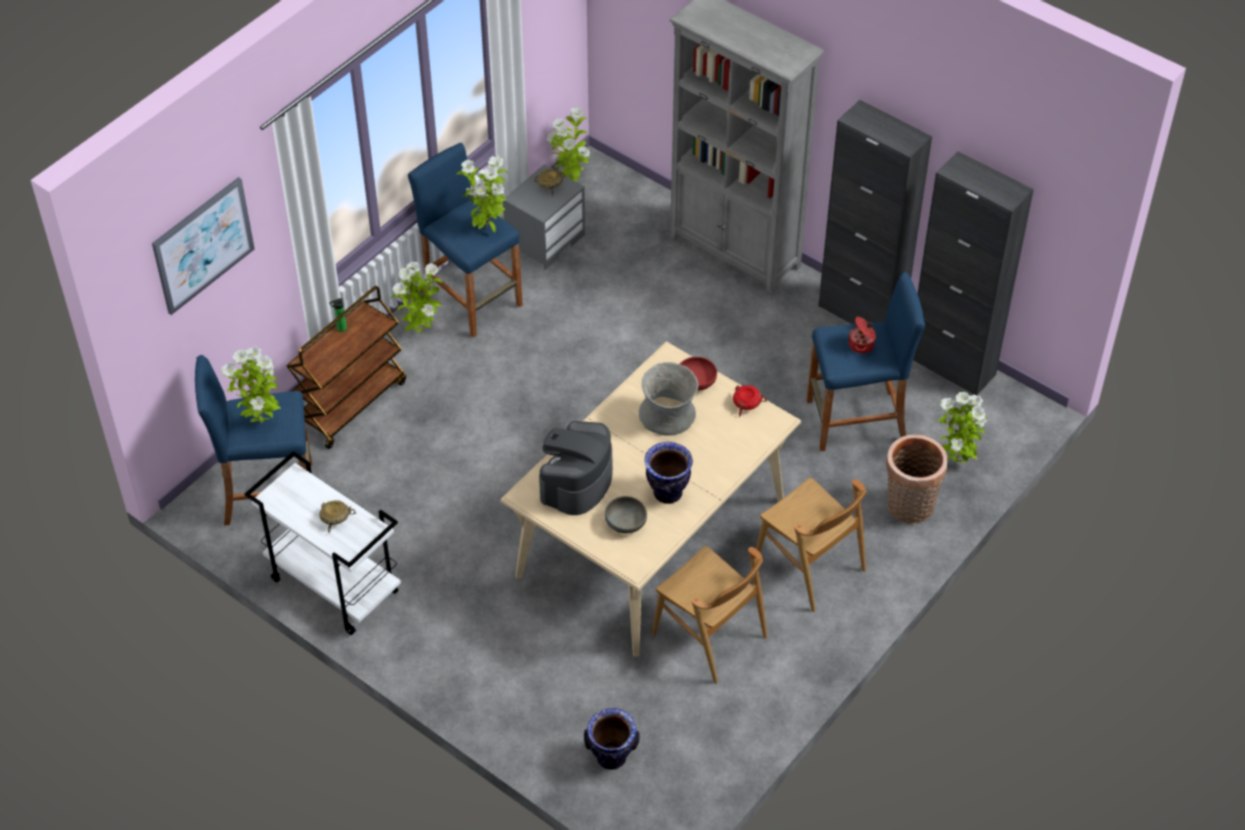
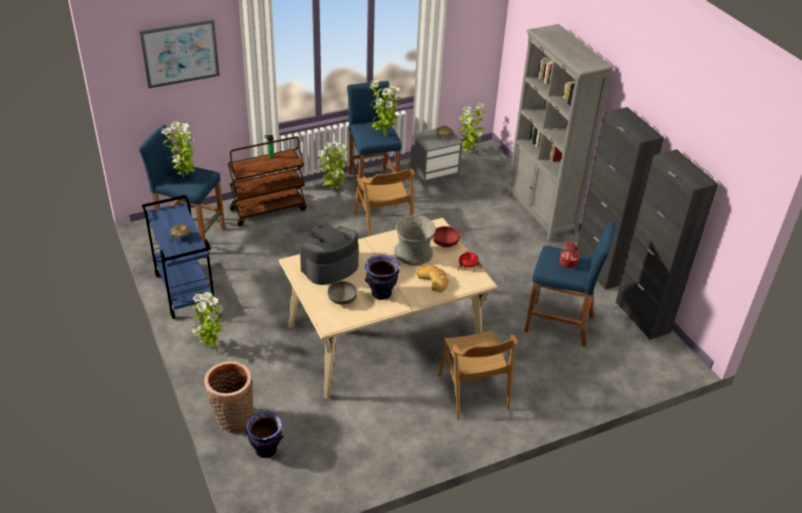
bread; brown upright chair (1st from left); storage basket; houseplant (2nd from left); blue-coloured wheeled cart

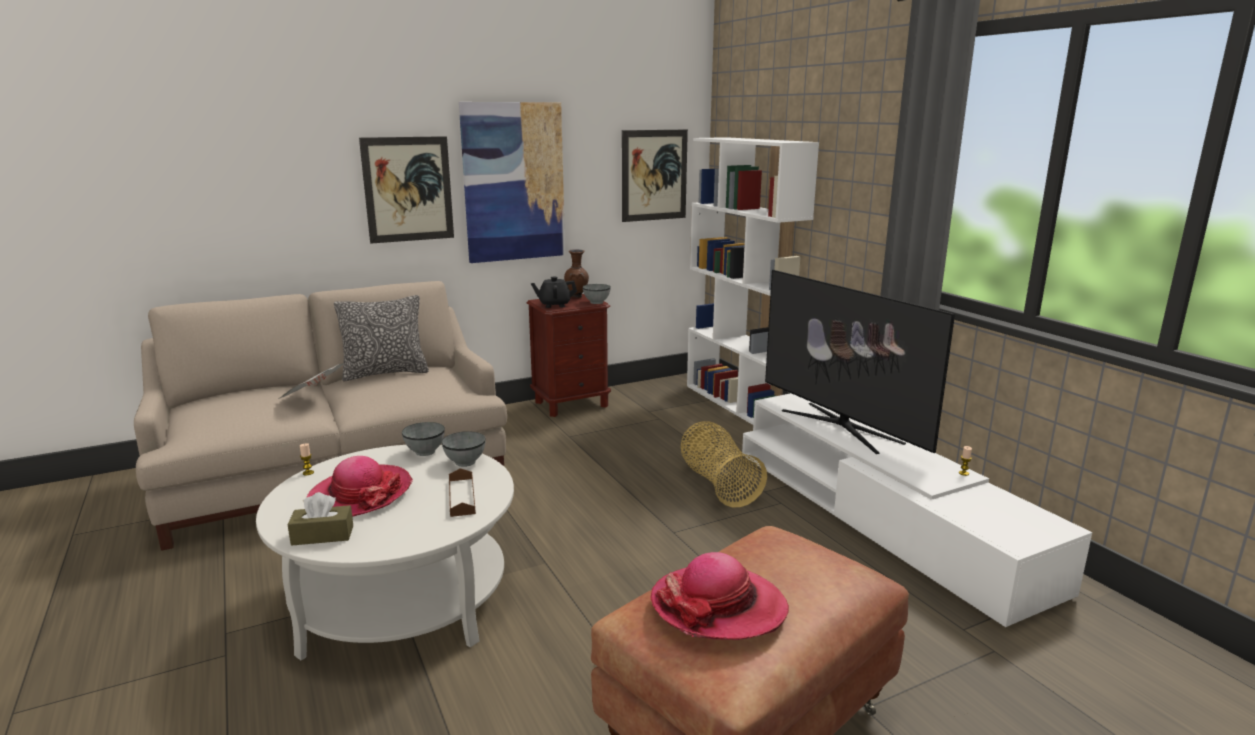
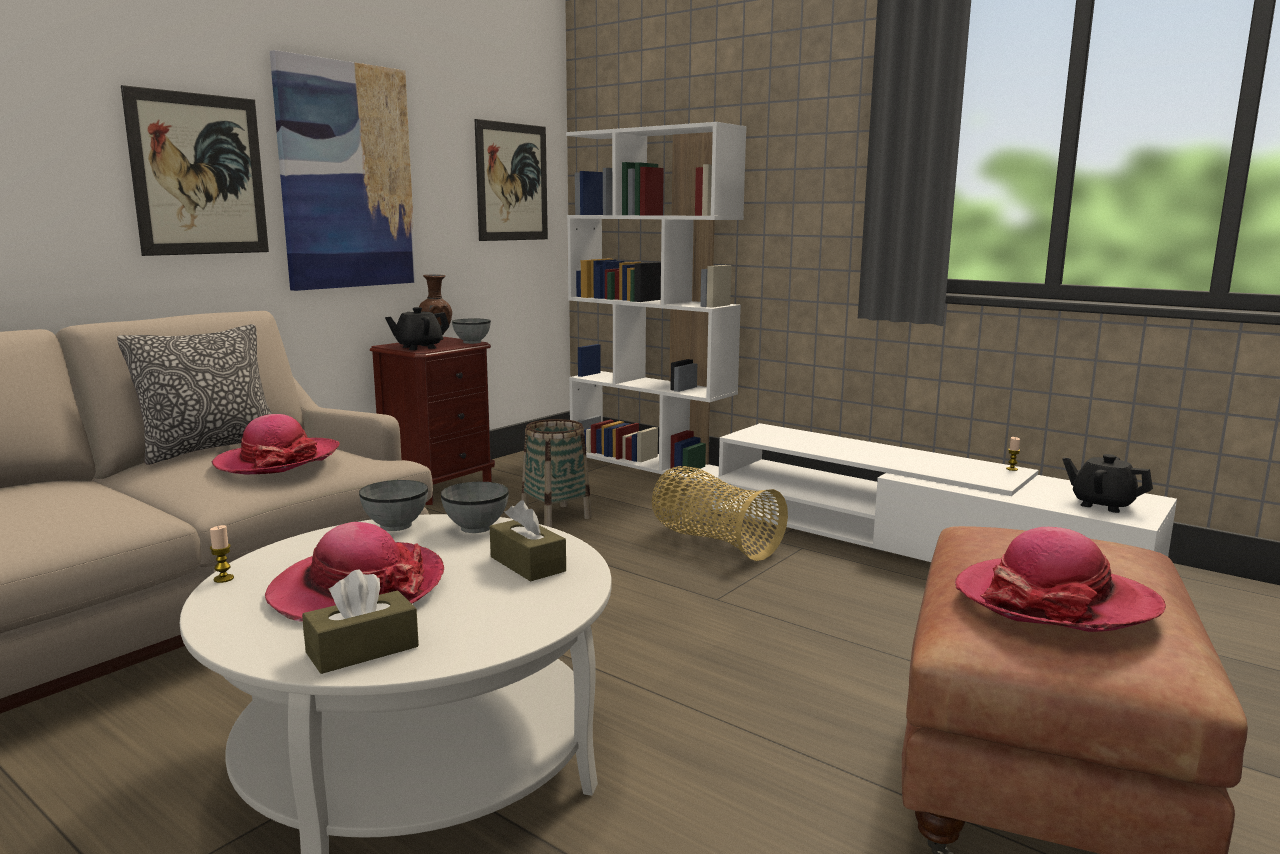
printed paper; TV; wearable hat (1st from left); storage basket (1st from left); blackish teapot (2nd from left); brown box of tissues (2nd from left)

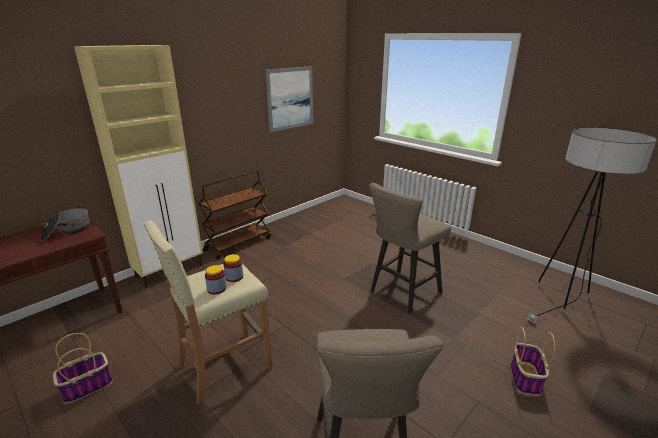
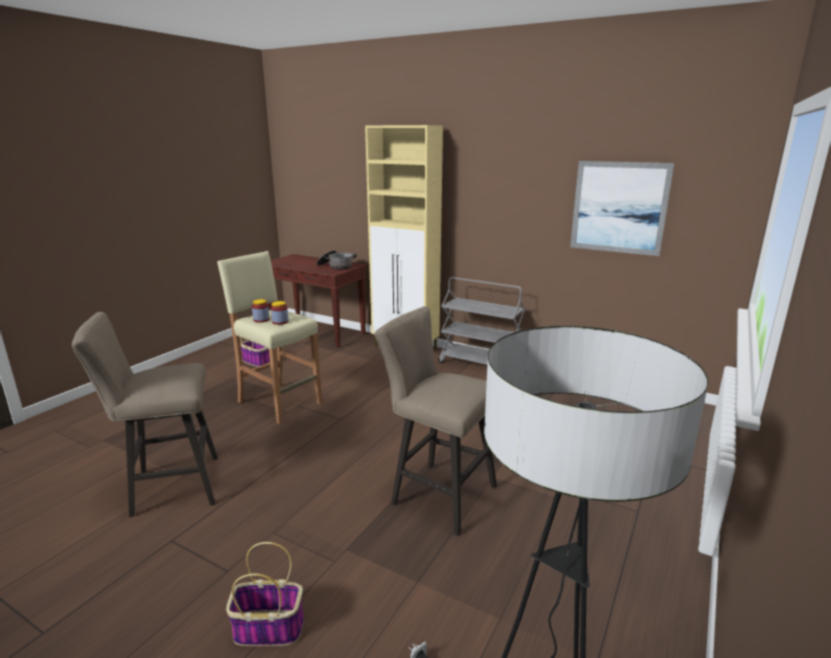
grey wheeled cart

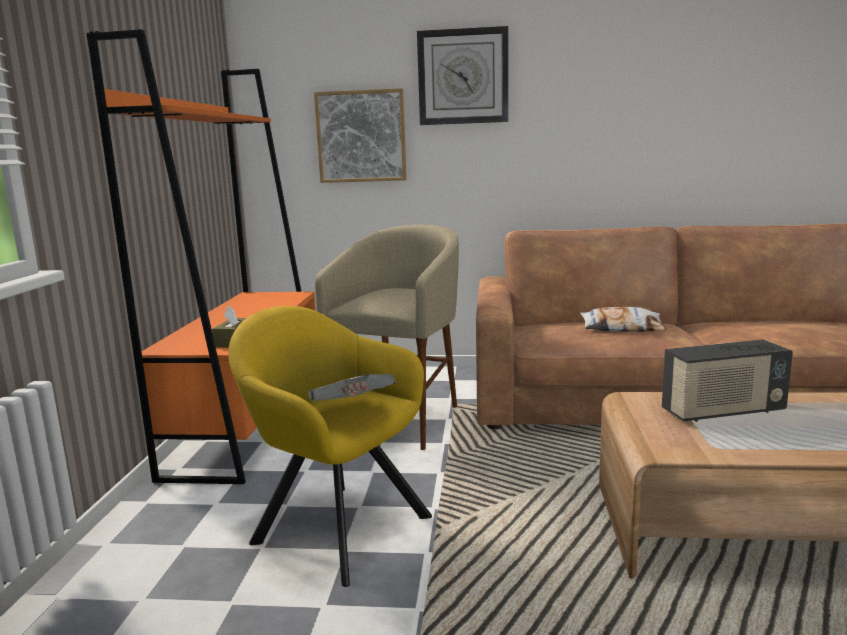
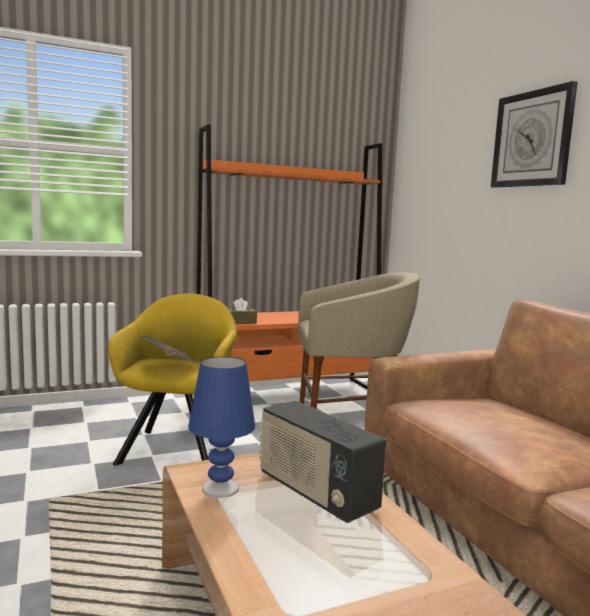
wall art; cushion; blue-coloured table lamp

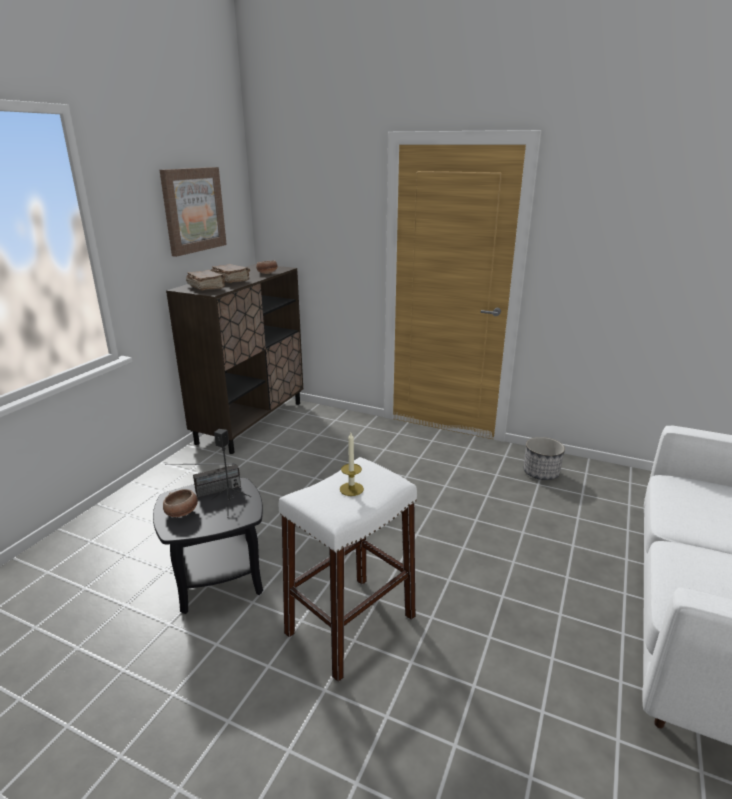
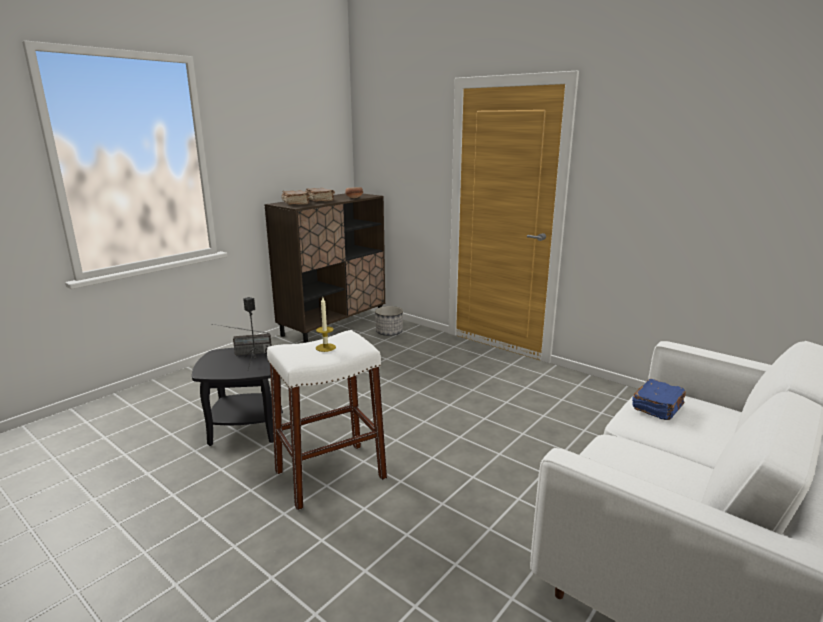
wall art; serving bowl (1st from left in the first image); blue-coloured volume; plant pot

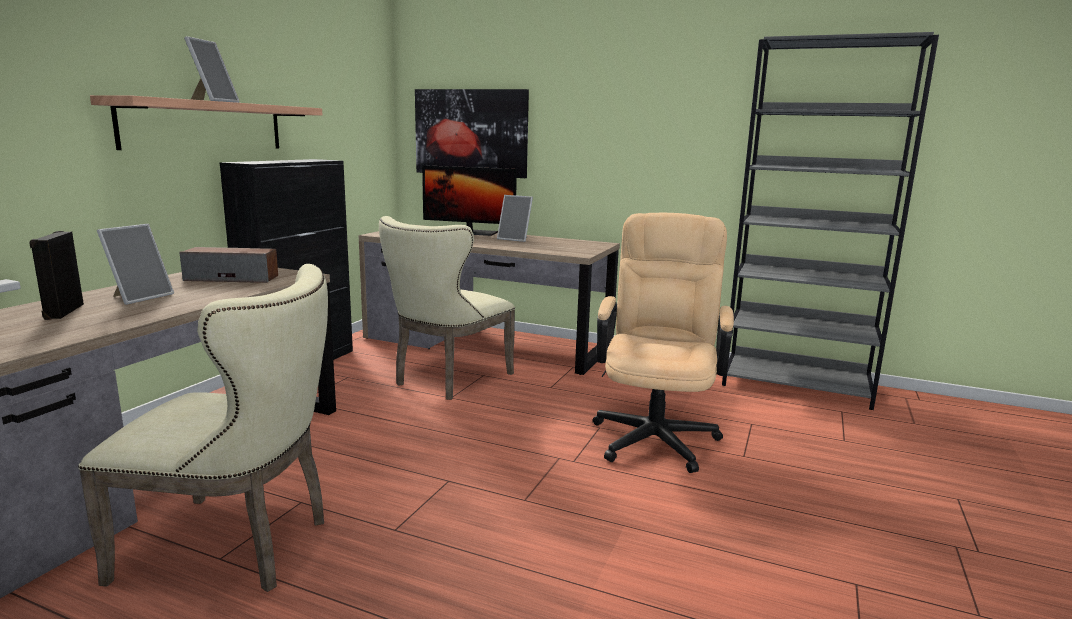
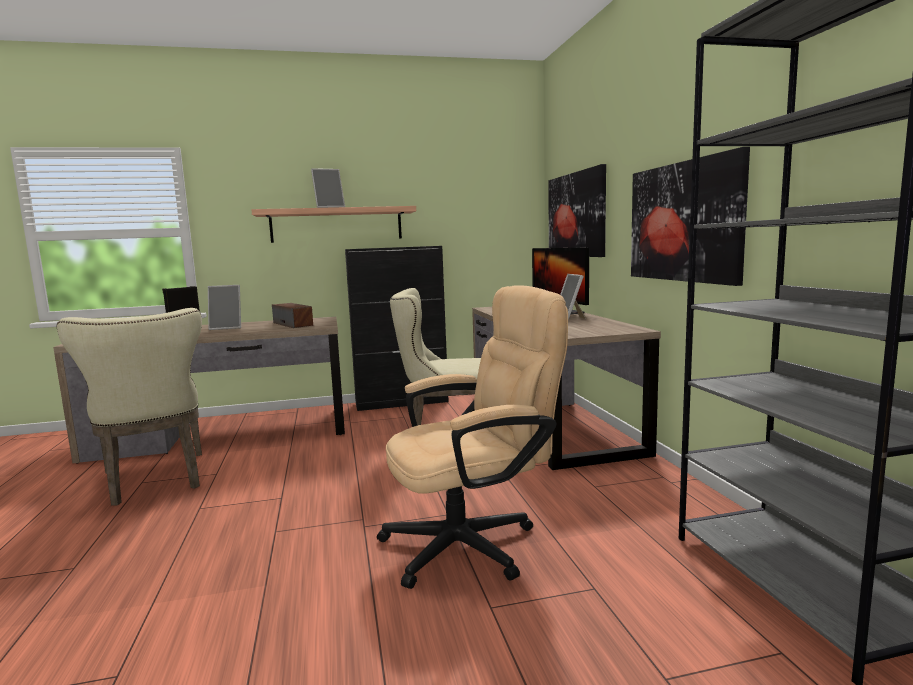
wall art (2nd from left)

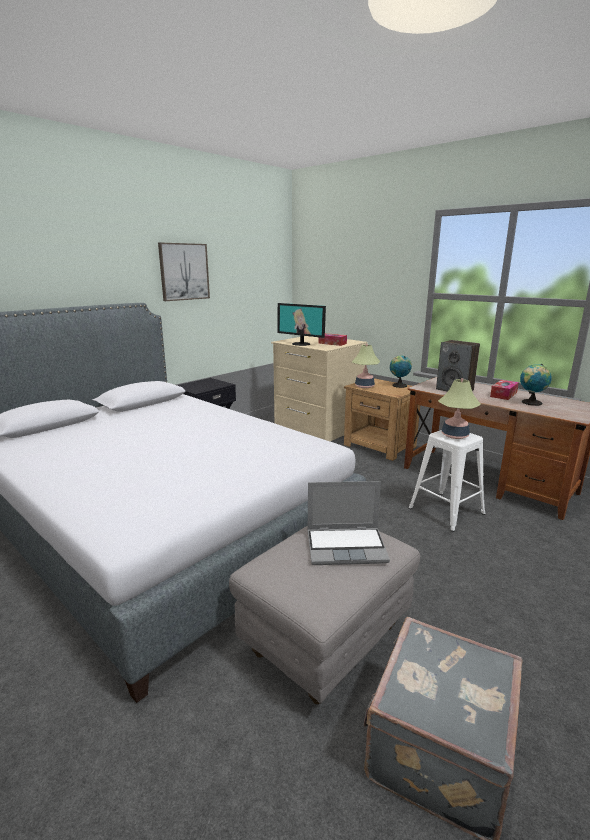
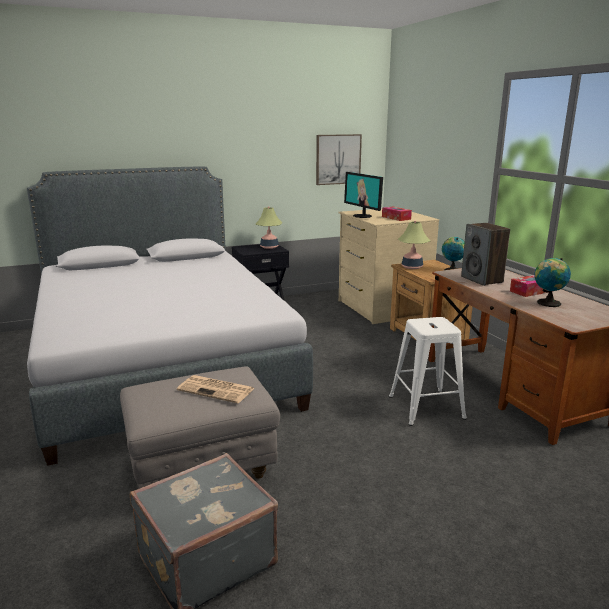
wall art; table lamp (1st from left); printed paper

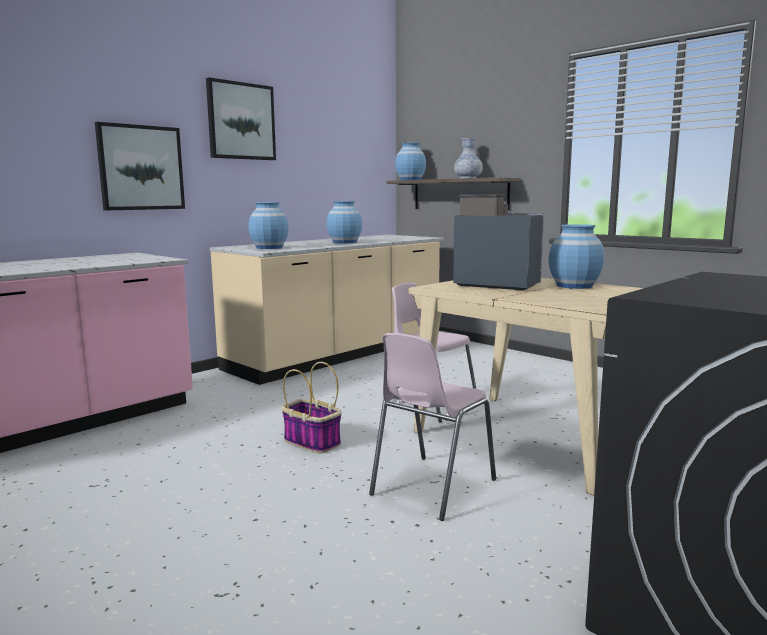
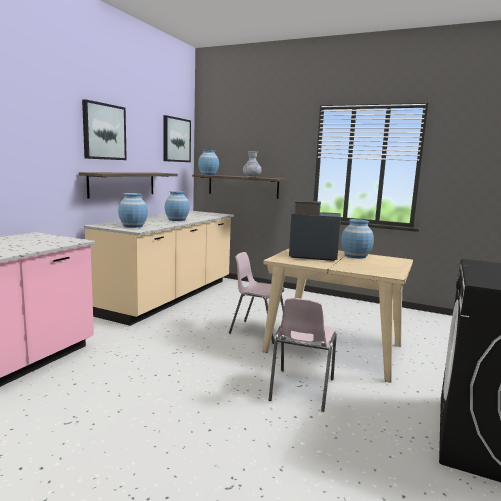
storage basket; shelf (1st from left); wall art (2nd from left)

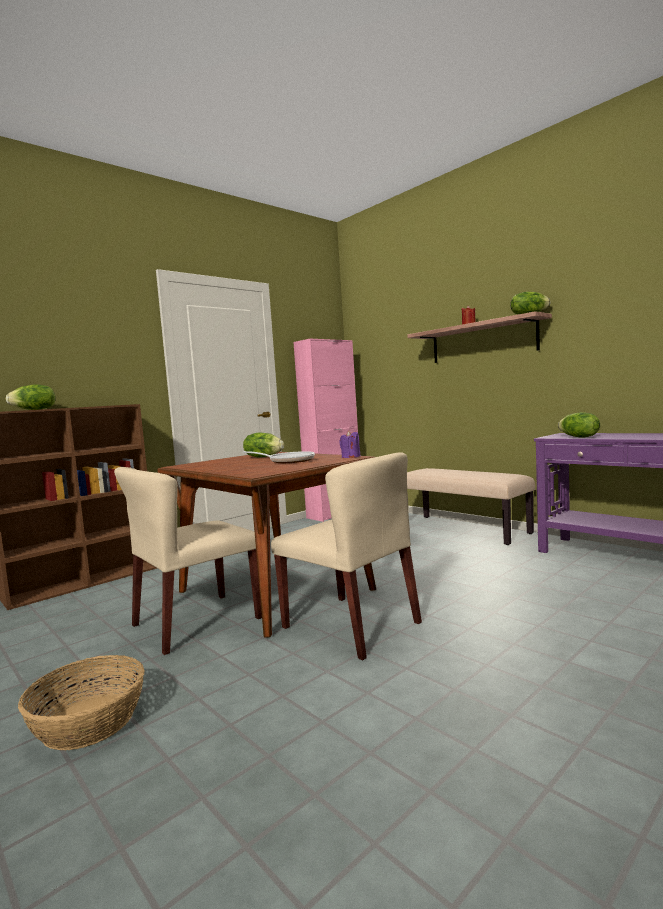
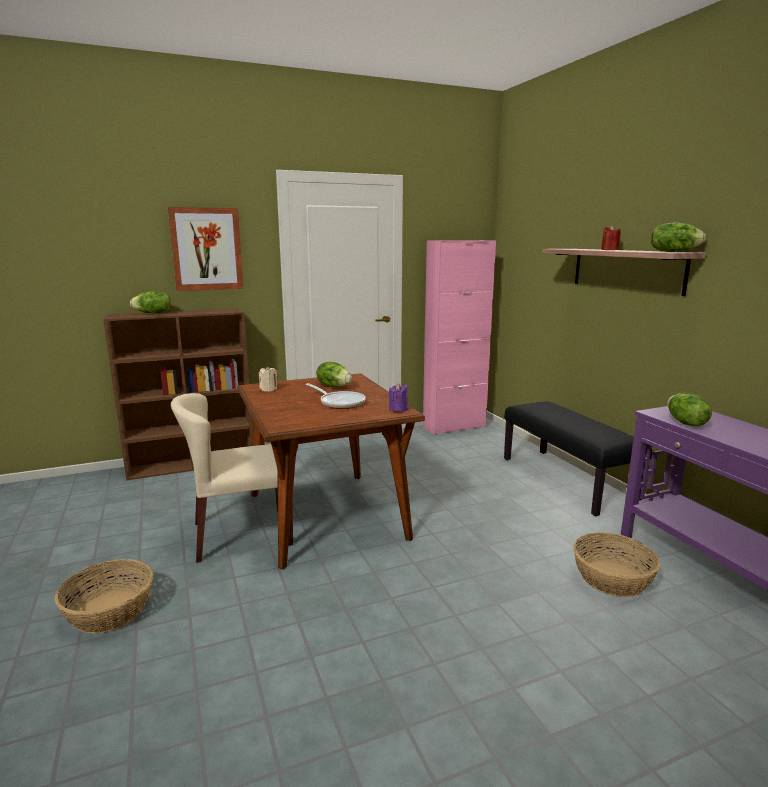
beige upright chair (2nd from left in the first image); wall art; beige wax candle; storage basket (2nd from left); blackish indoor bench

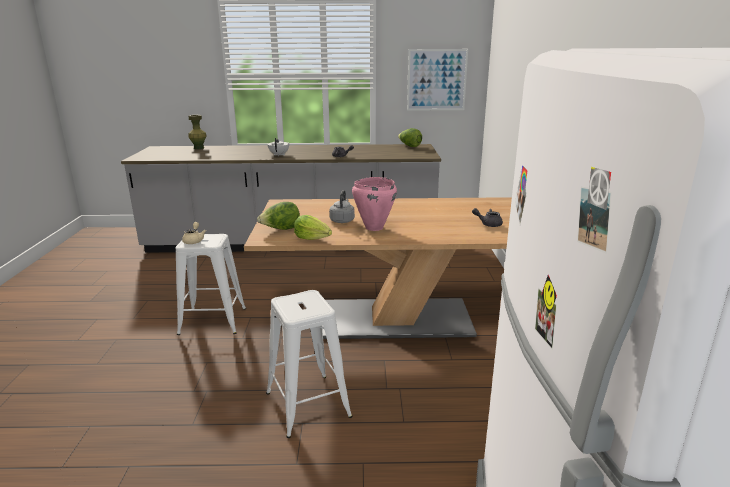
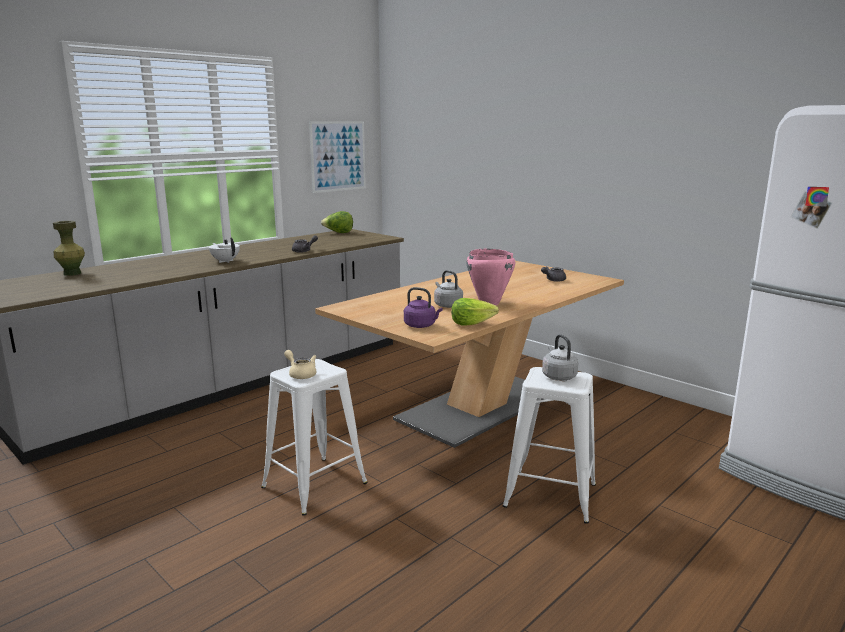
grey kettle (2nd from left); purple kettle

